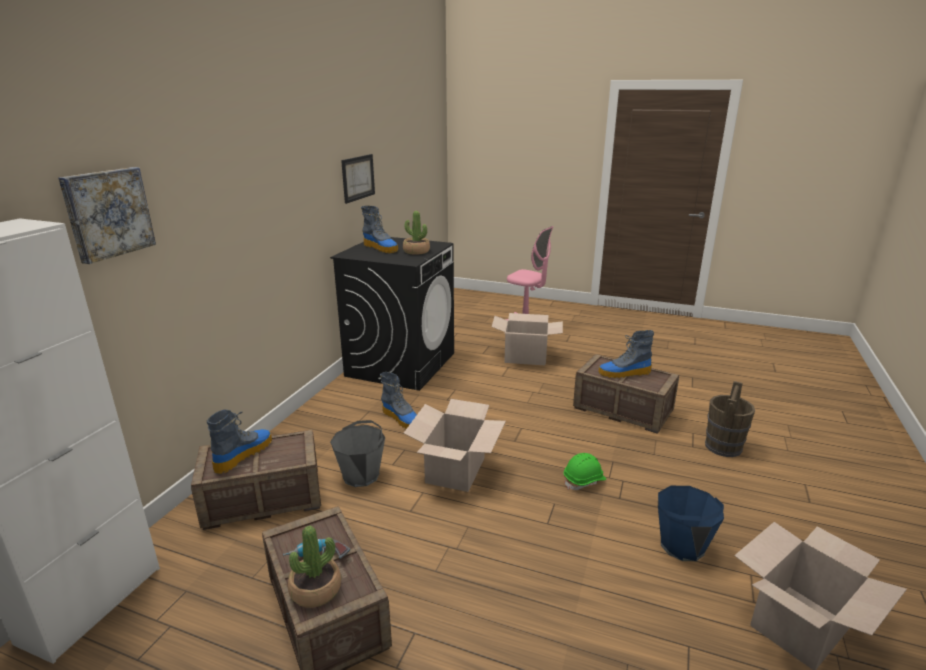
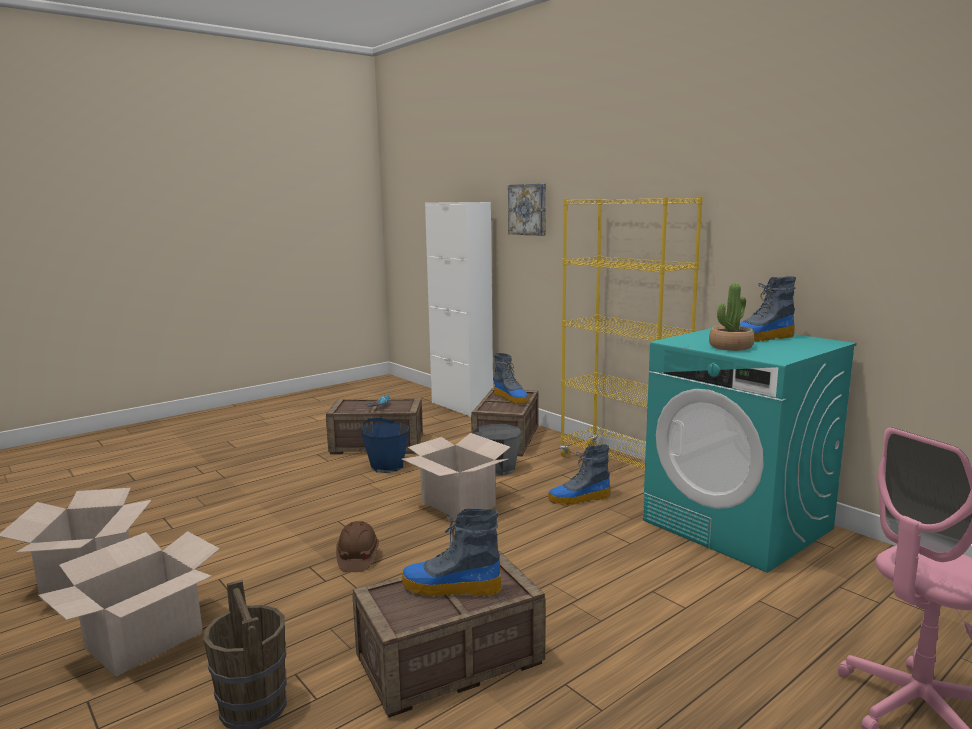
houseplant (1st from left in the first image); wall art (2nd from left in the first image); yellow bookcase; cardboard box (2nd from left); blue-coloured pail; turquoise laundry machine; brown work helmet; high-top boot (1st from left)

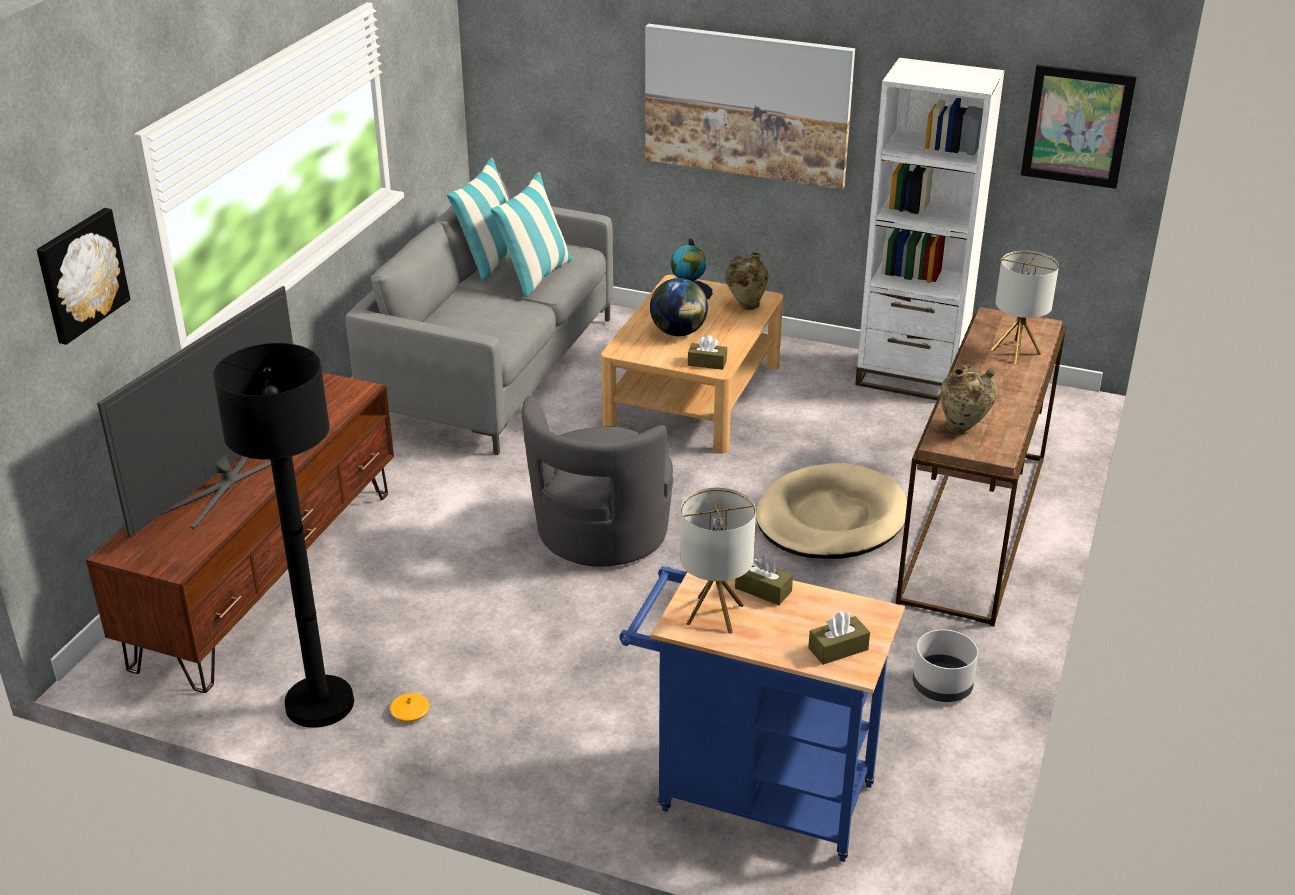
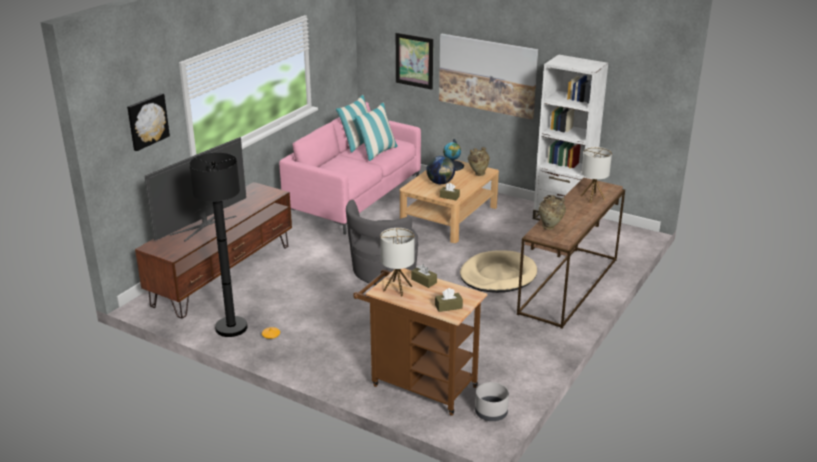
grey plant pot; wall art (2nd from left); pinkish settee; brown wheeled cart

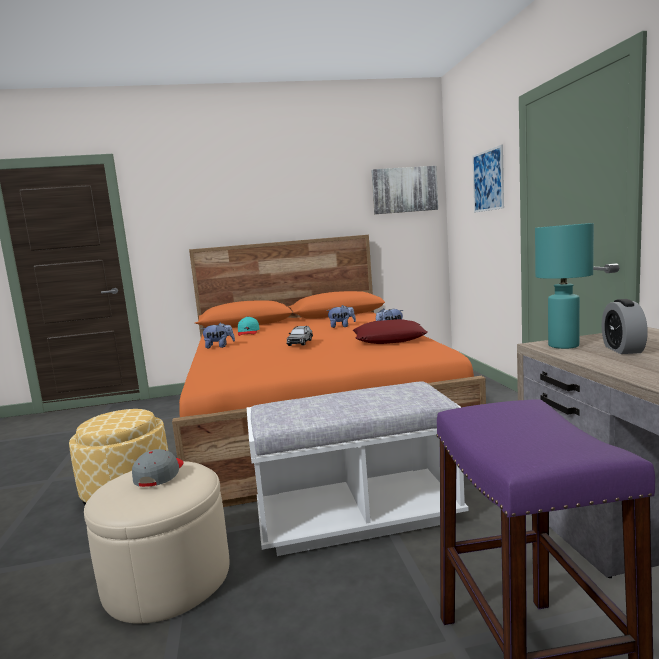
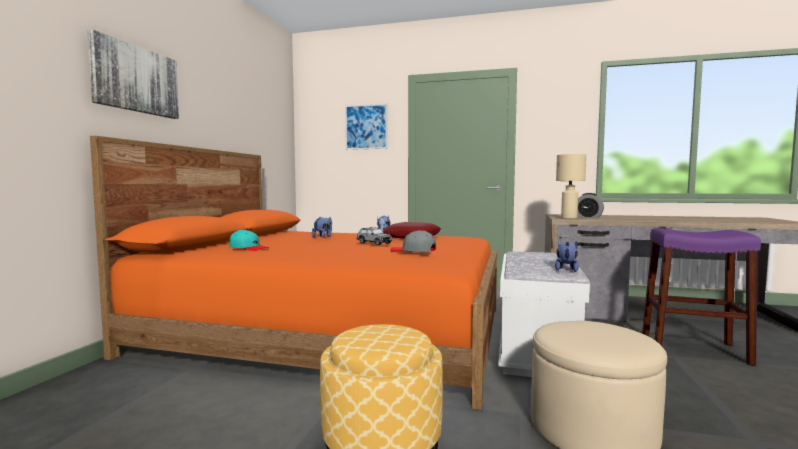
grey cap; soft toy (3rd from left); wall art (1st from left); beige table lamp

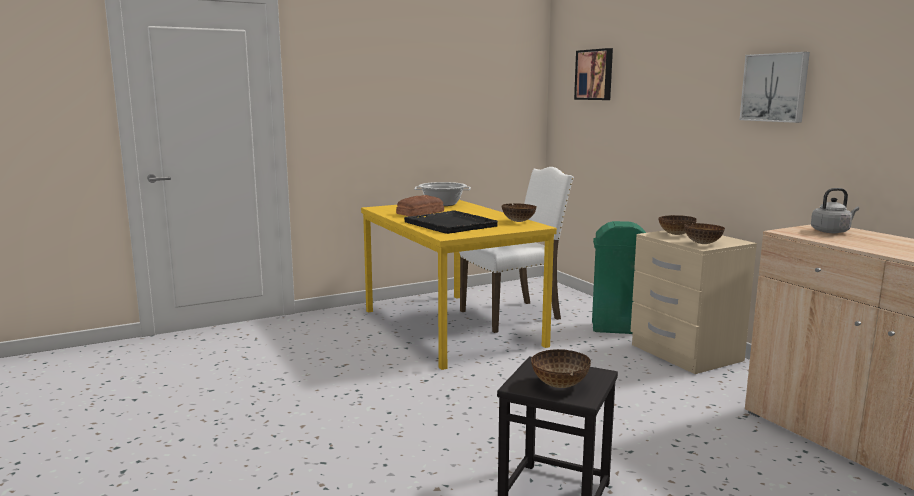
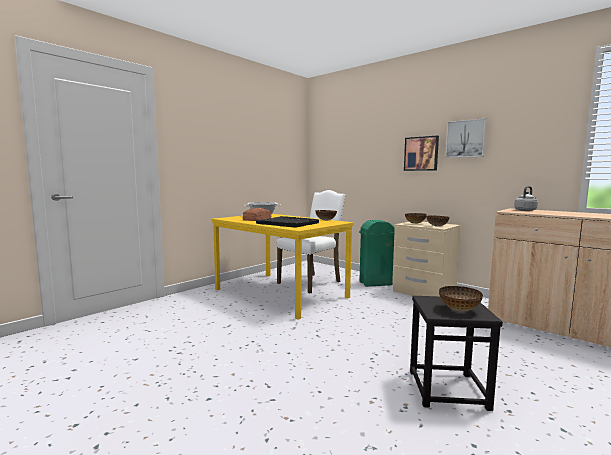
wall art (1st from left)

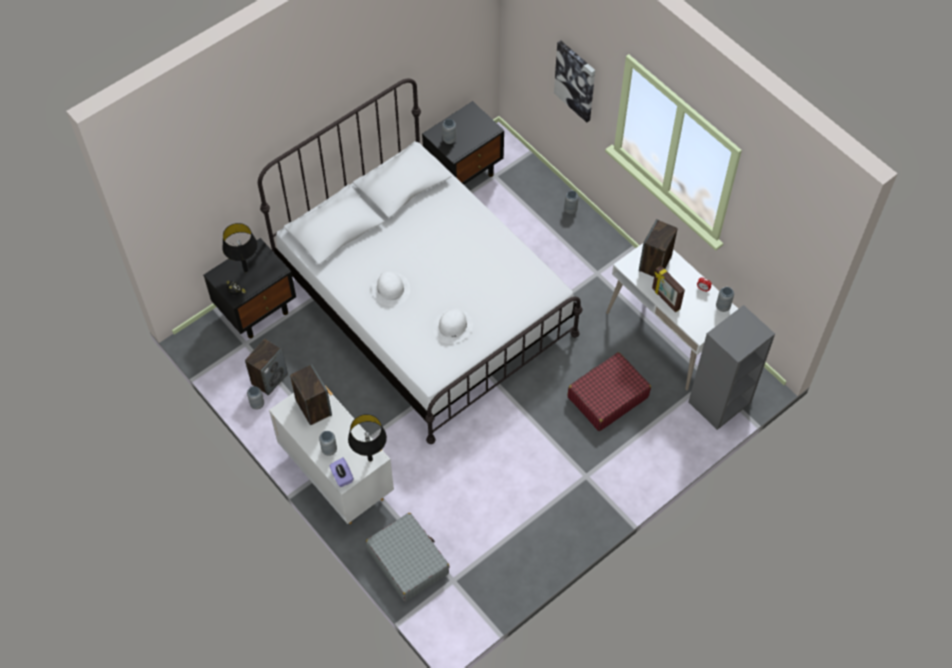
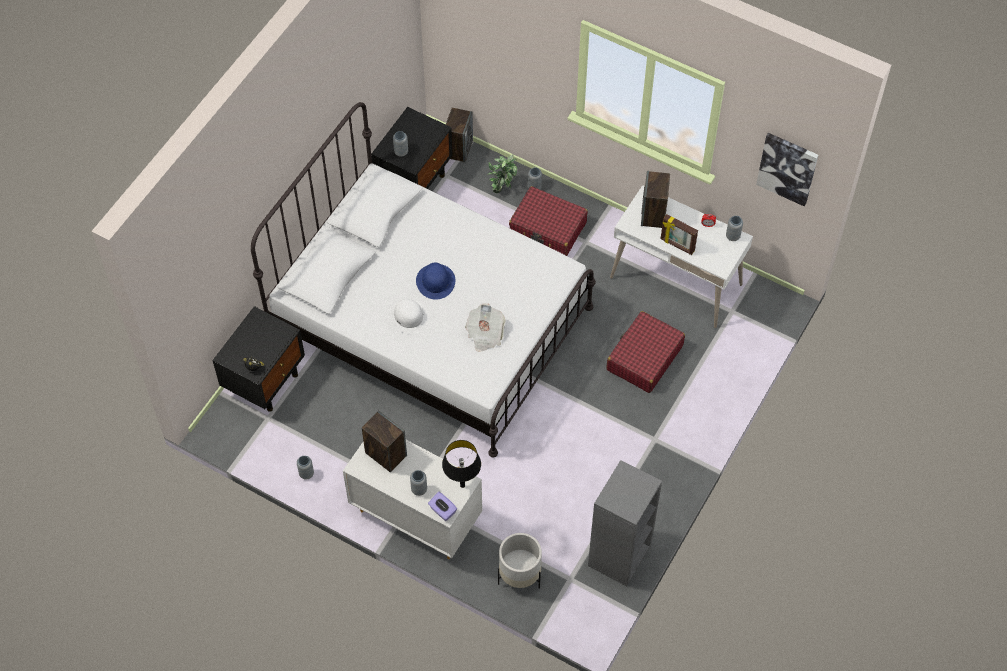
blackish table lamp (1st from left in the first image); blue-coloured wearable hat; houseplant; reddish travel case (1st from left); loudspeaker (2nd from left); wall art; grey bookcase; white plant pot; printed paper

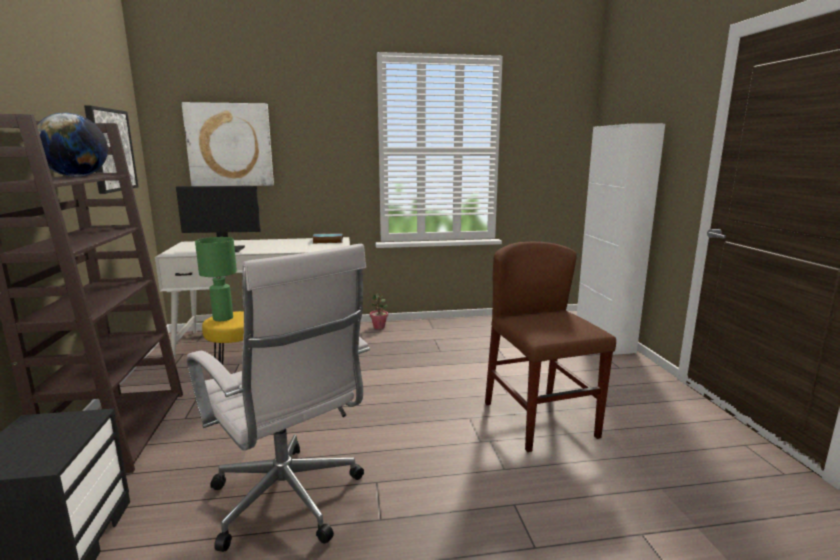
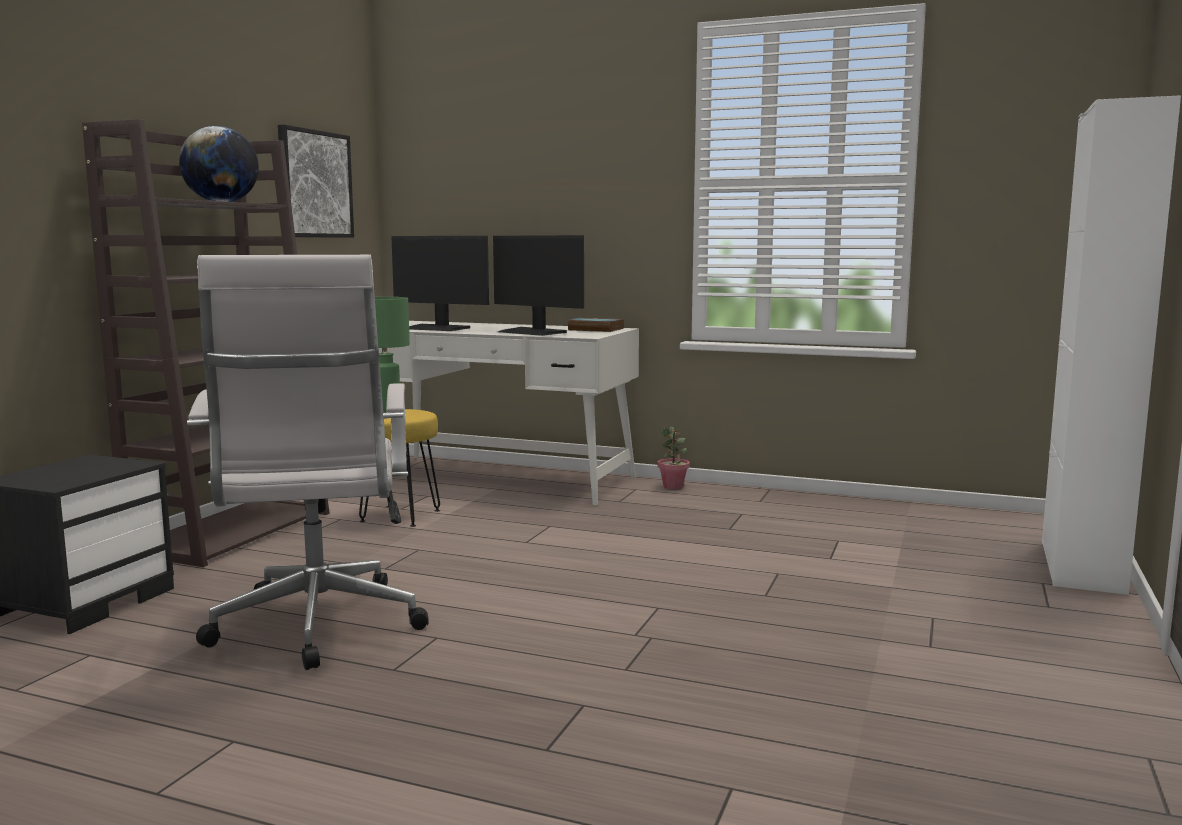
wall art (2nd from left in the first image); brown upright chair; computer screen (2nd from left)

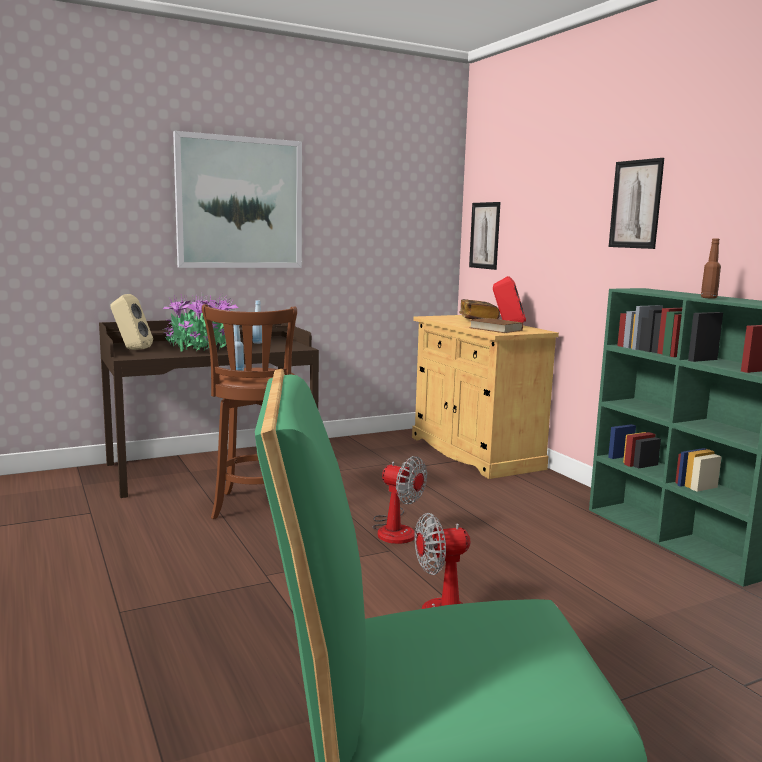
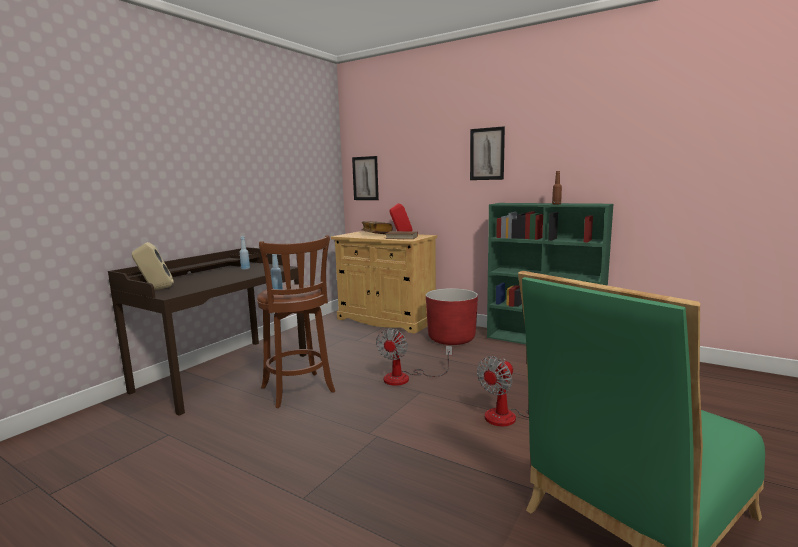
houseplant; wall art (1st from left in the first image); reddish plant pot; cooling fan (1st from left)

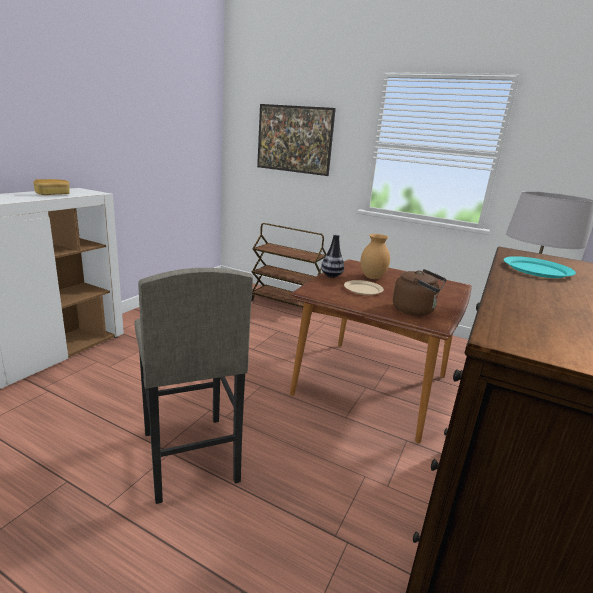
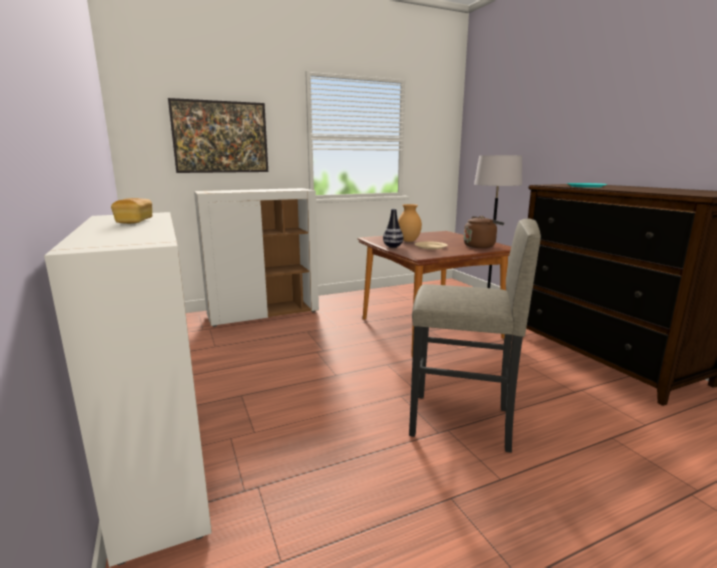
white storage cabinet (2nd from left)

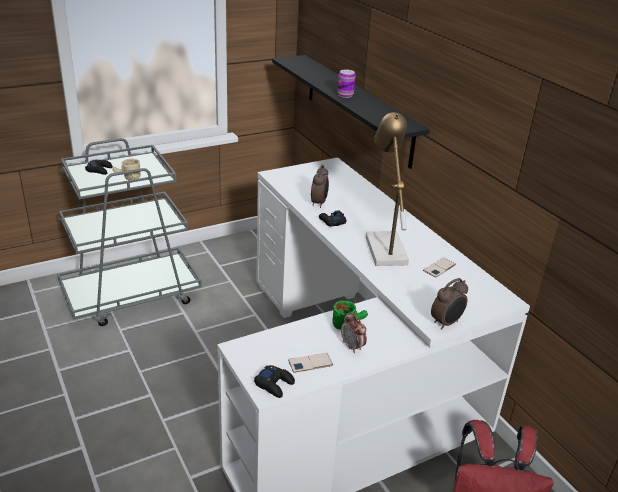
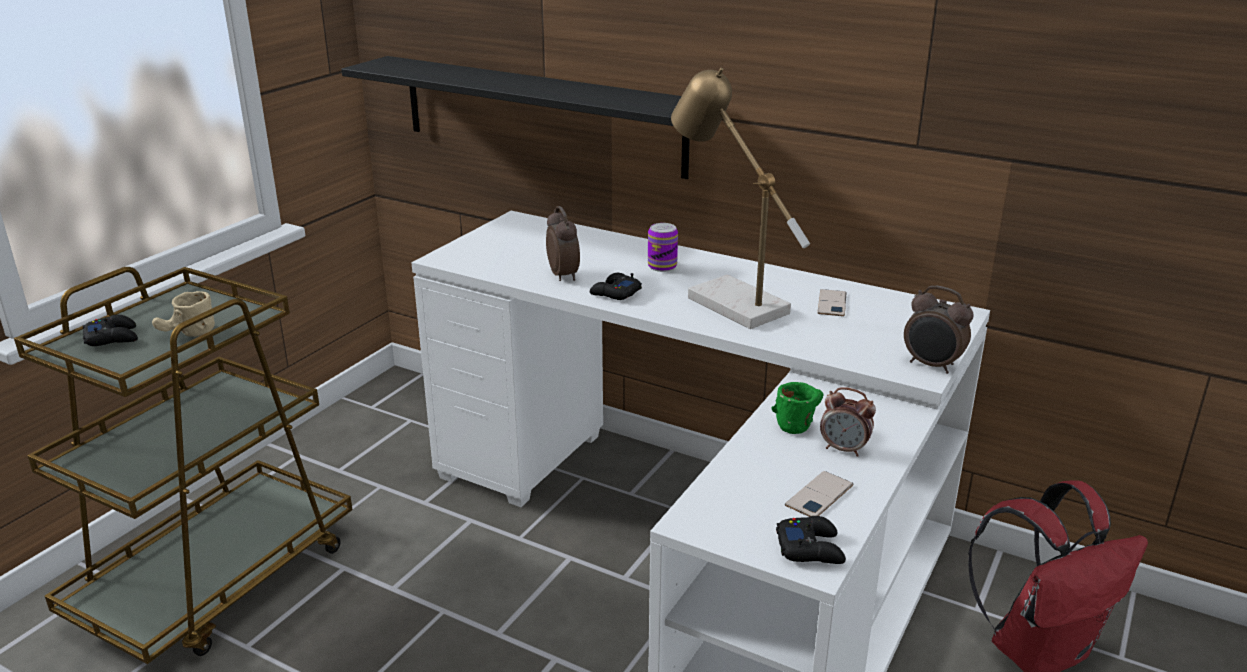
metal can; brown wheeled cart; table clock (3rd from left)

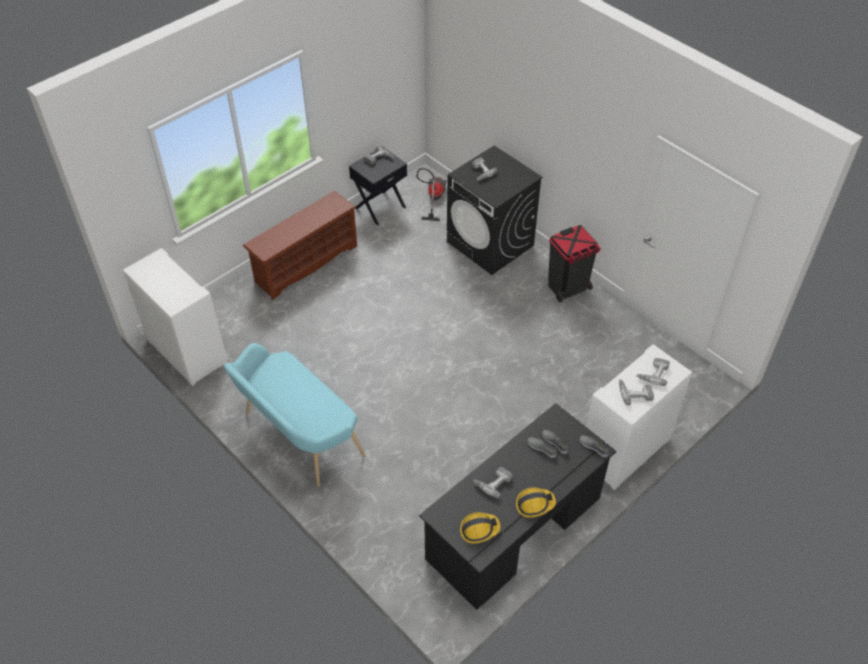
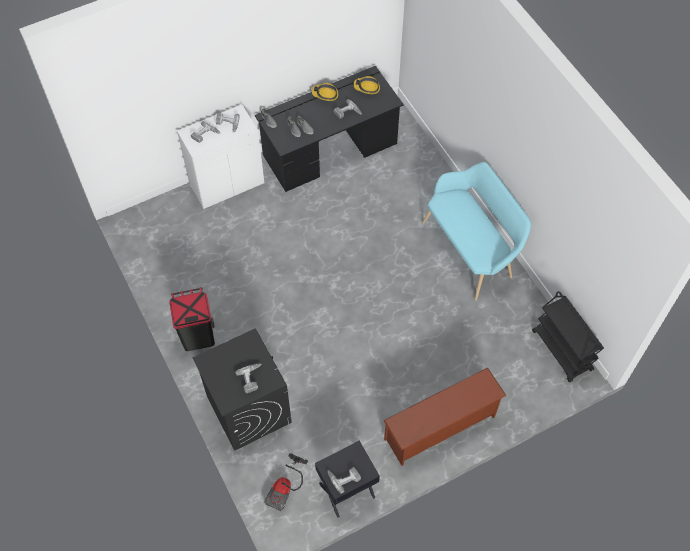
blackish wheeled cart

